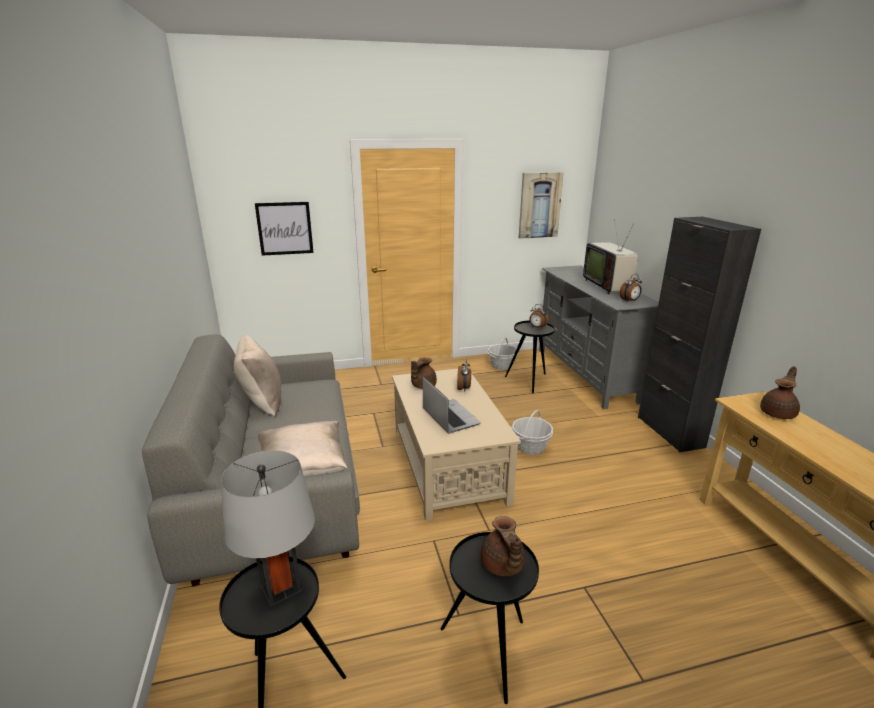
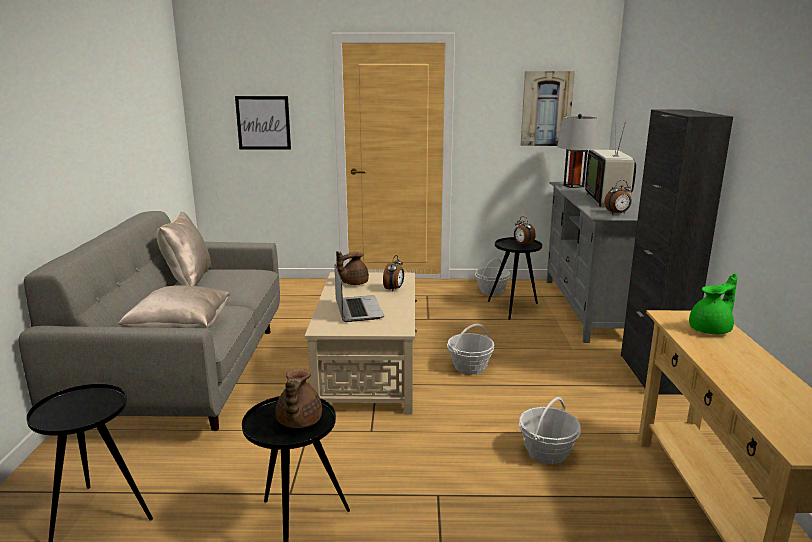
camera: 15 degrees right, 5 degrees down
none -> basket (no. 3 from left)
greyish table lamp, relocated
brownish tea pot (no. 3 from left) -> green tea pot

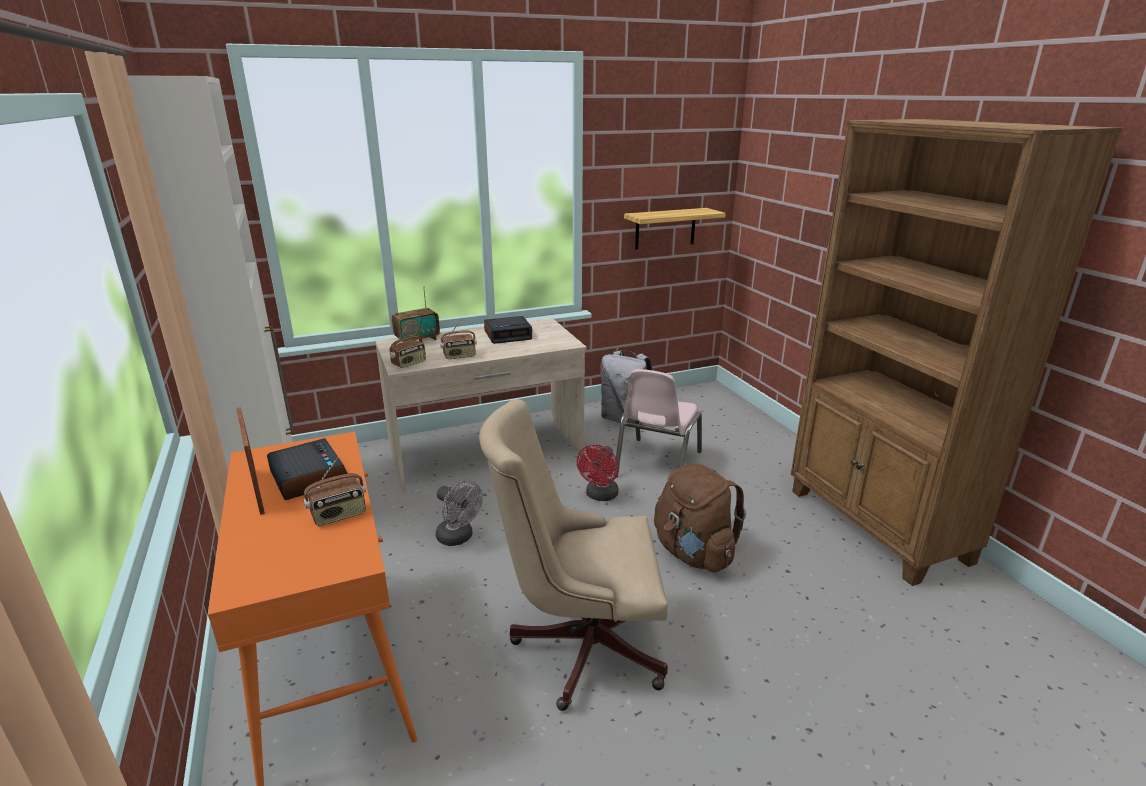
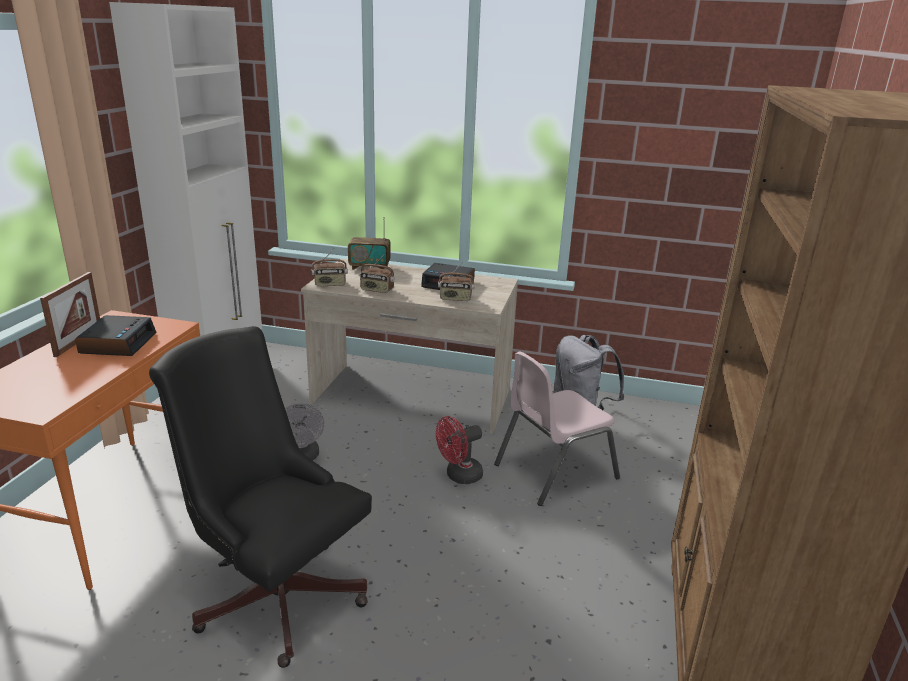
camera: 35 degrees right, 0 degrees up
wall shelf -> none
brownish rucksack -> none
radio (no. 1 from left in the first image) -> radio (no. 4 from left), relocated
sand-coloured office chair -> black office chair

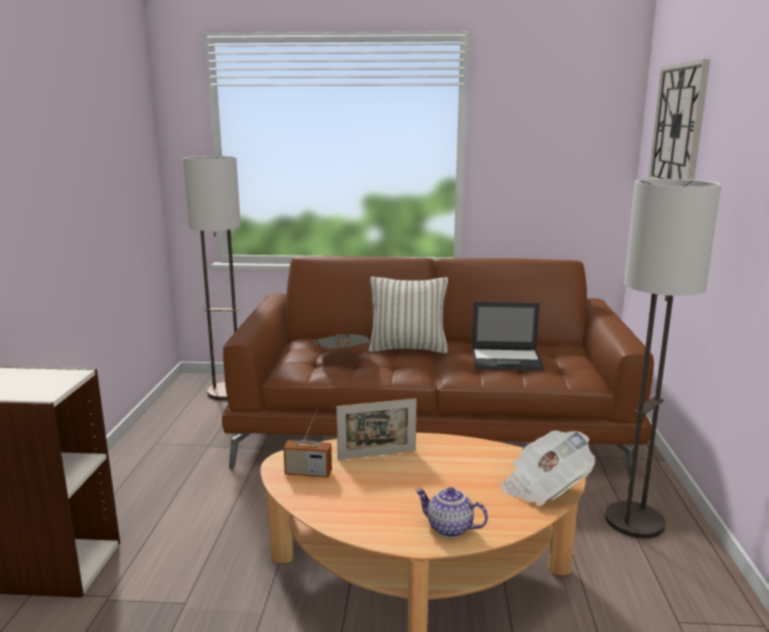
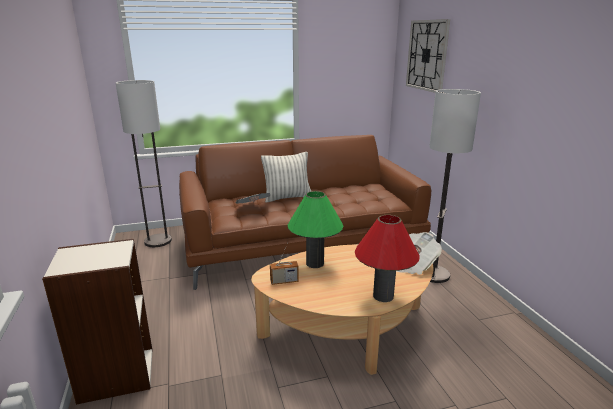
camera: 20 degrees left, 5 degrees up
portable computer -> none
standing frame -> green table lamp
tea pot -> red table lamp

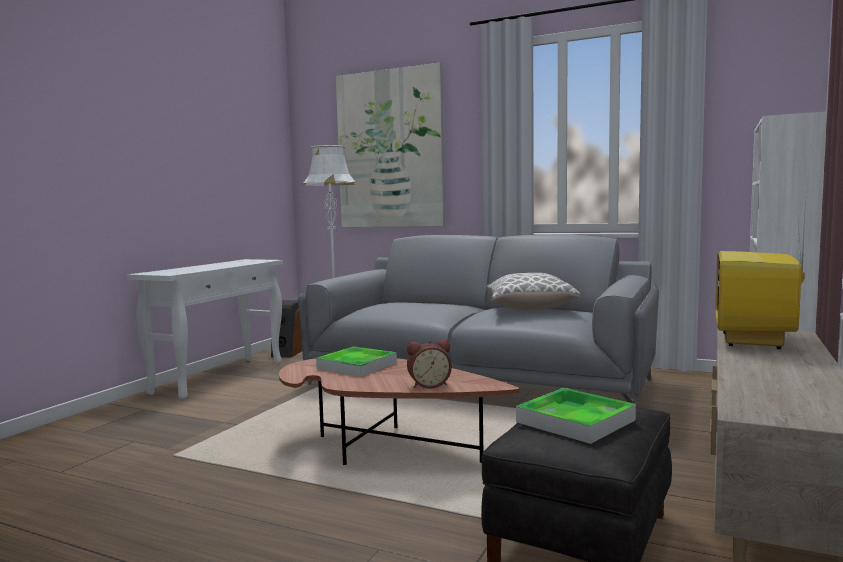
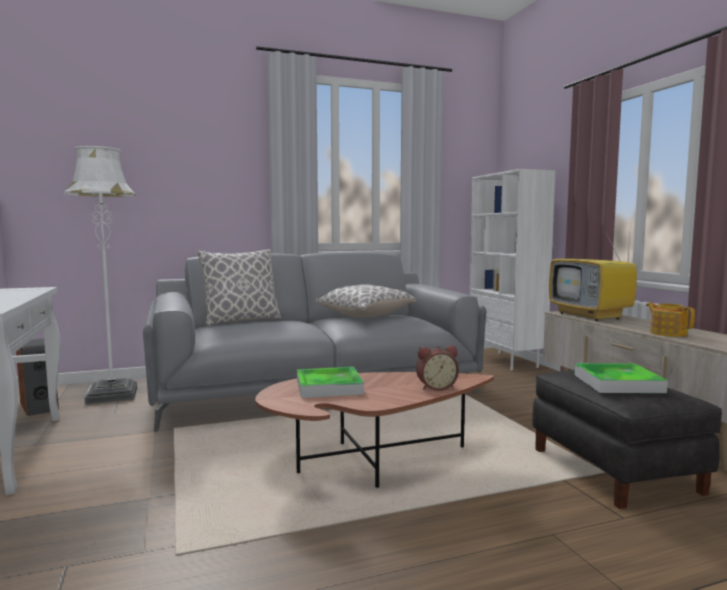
camera: 45 degrees left, 0 degrees up
picture -> none
none -> cushion (no. 1 from left)
none -> tea pot
table clock, 45 degrees clockwise

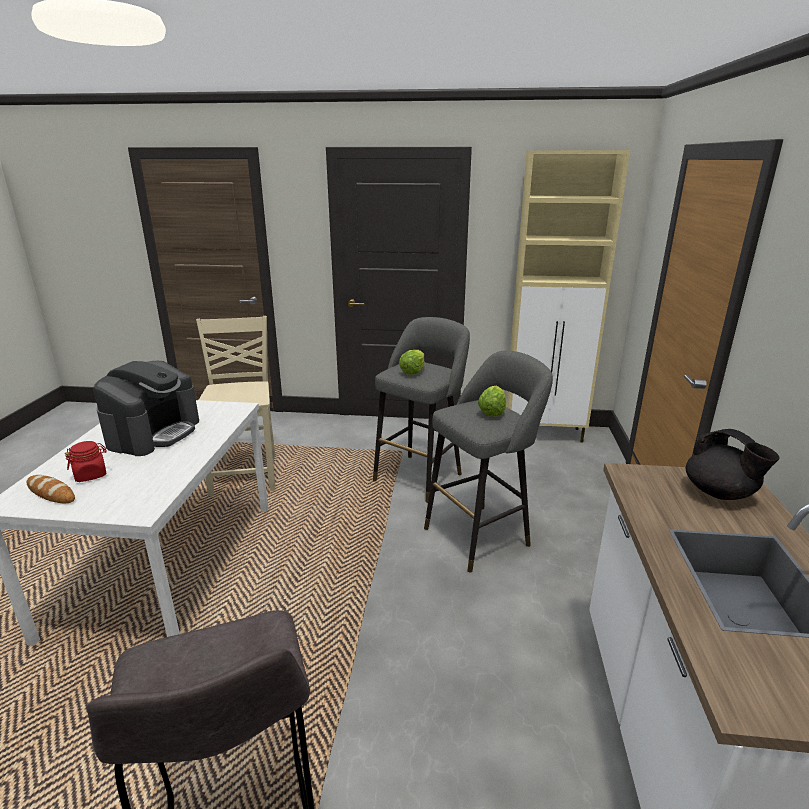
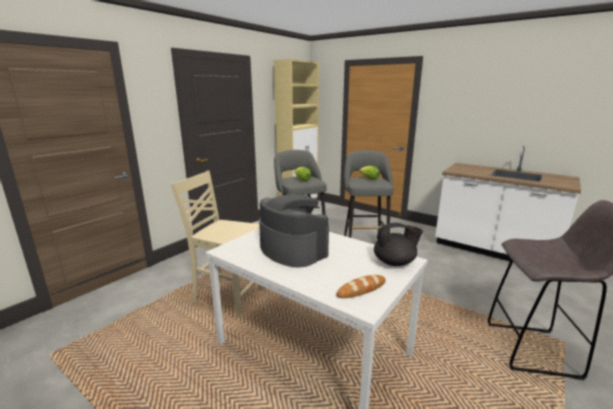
camera: 60 degrees left, 5 degrees down
red jar -> none
black tea pot, relocated

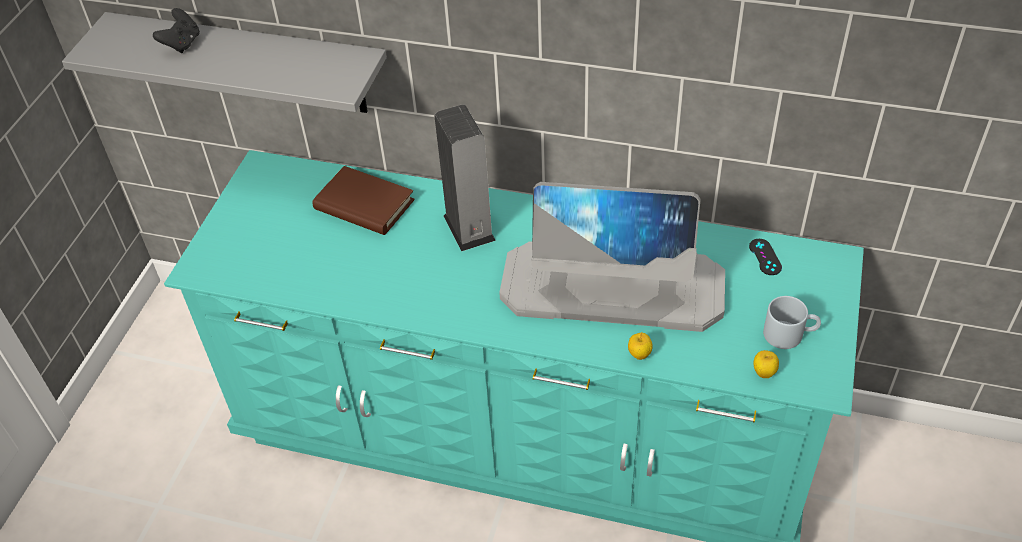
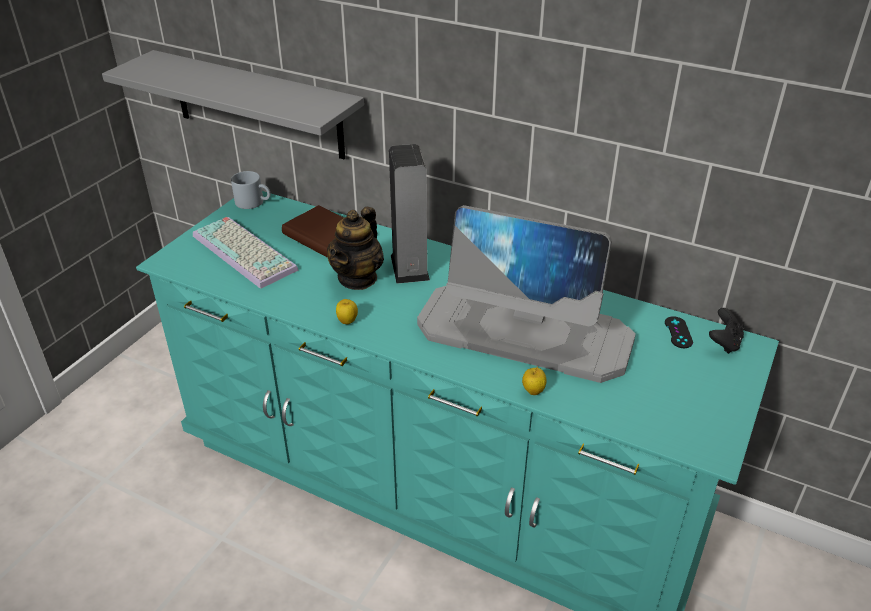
camera: 10 degrees right, 10 degrees down
none -> keyboard
none -> tea pot
black gamepad (no. 1 from left in the first image) -> black gamepad (no. 2 from left), relocated
whole apple (no. 2 from left in the first image) -> whole apple (no. 1 from left), relocated
greyish coffee mug, relocated

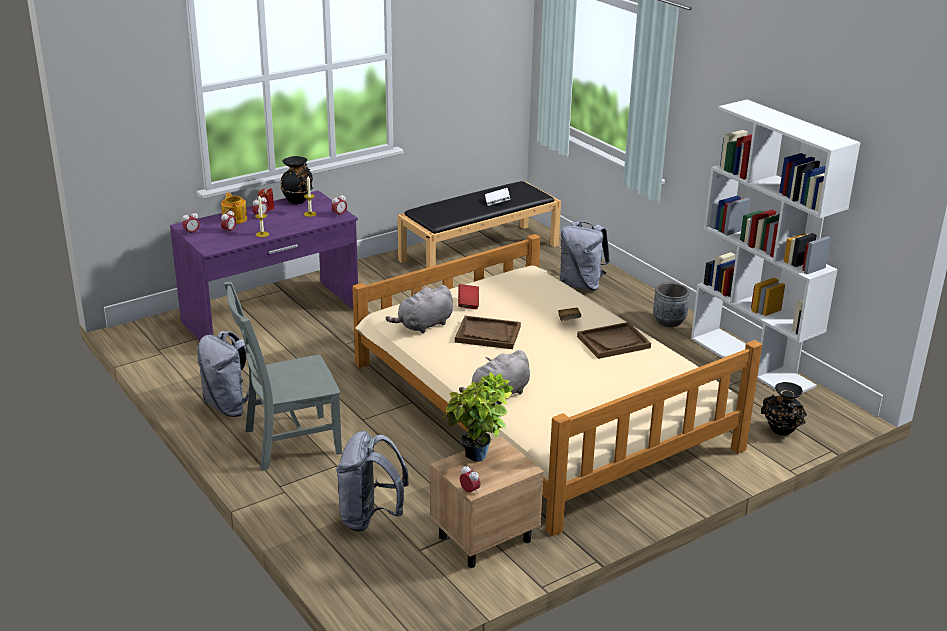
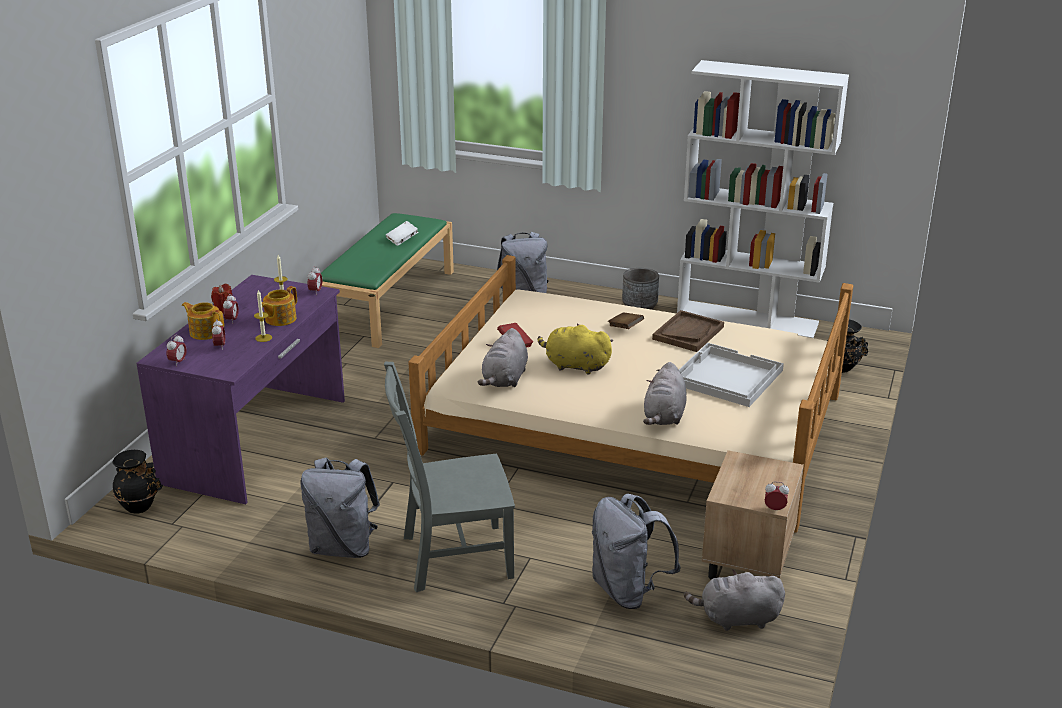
camera: 35 degrees left, 0 degrees up
houseplant -> none
none -> tea pot (no. 2 from left)
none -> whitish carrying tray
none -> greyish soft toy (no. 3 from left)
black flower vase (no. 1 from left), relocated
brownish carrying tray (no. 1 from left) -> yellow soft toy
black bench -> green bench
greyish chair, 45 degrees clockwise

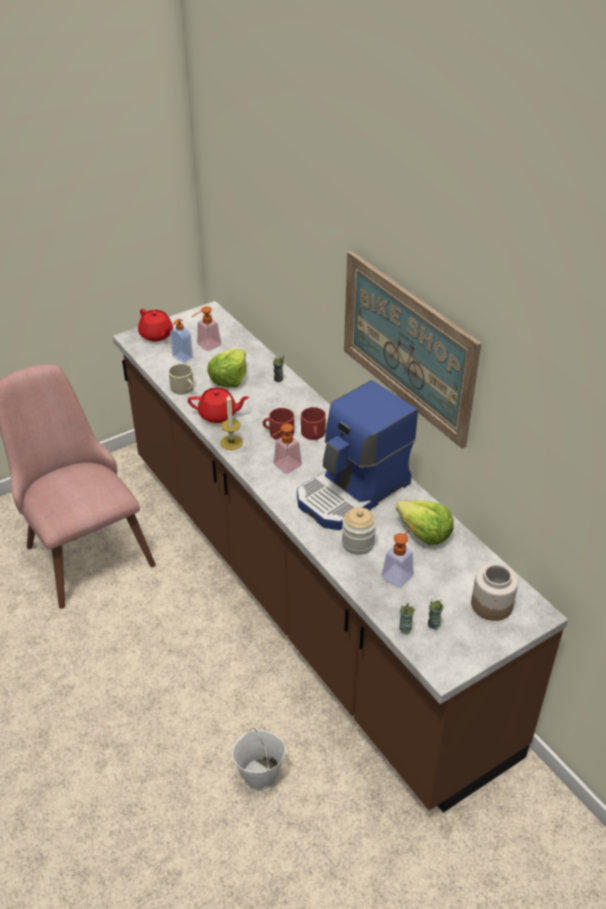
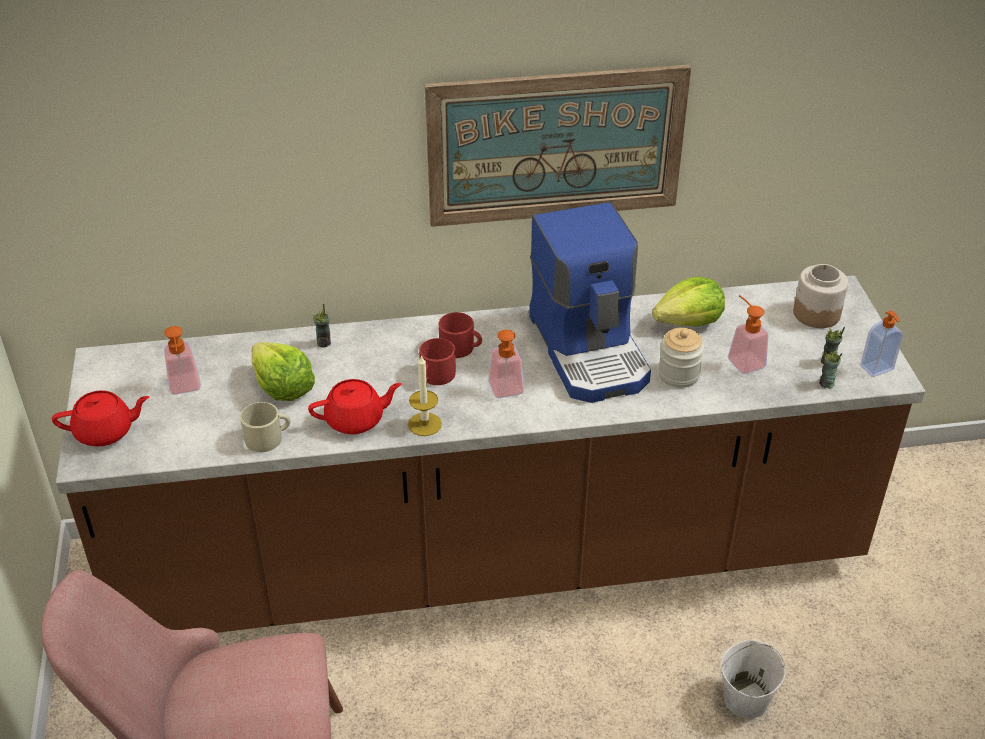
camera: 65 degrees left, 0 degrees up
soap bottle (no. 1 from left in the first image) -> soap bottle (no. 4 from left), relocated
red tea pot (no. 2 from left), 45 degrees clockwise

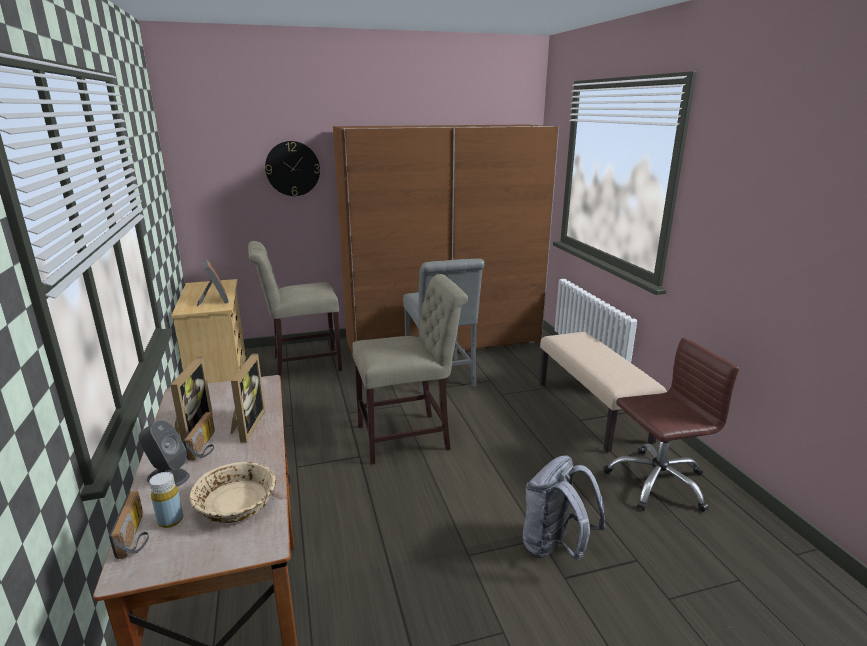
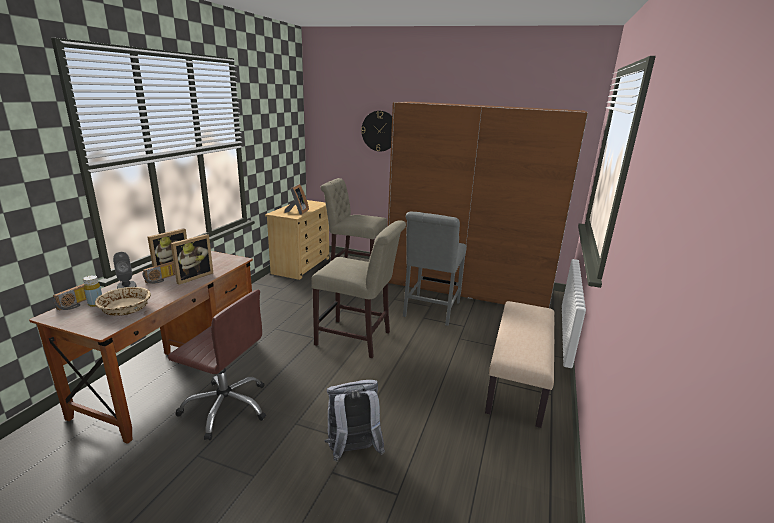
camera: 35 degrees right, 0 degrees up
brownish office chair, relocated

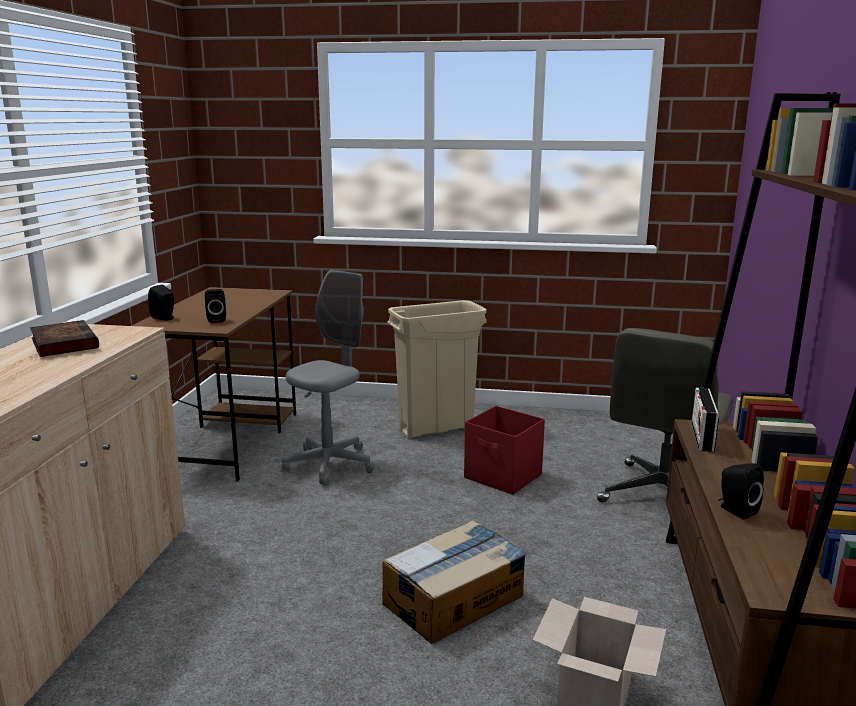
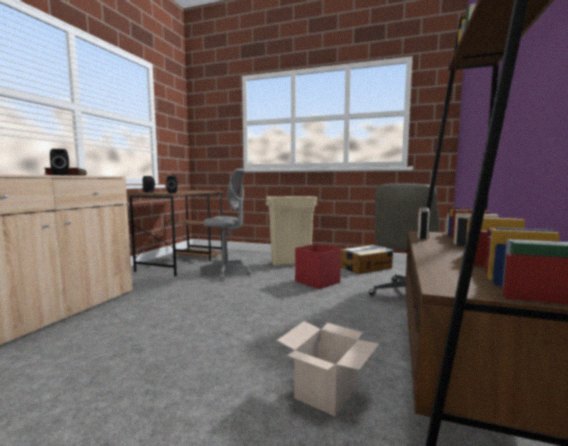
camera: 10 degrees right, 10 degrees down
cardboard box (no. 1 from left in the first image) -> cardboard box (no. 2 from left), relocated
black loudspeaker (no. 3 from left in the first image) -> black loudspeaker (no. 1 from left), relocated
greyish office chair (no. 1 from left), 60 degrees clockwise

